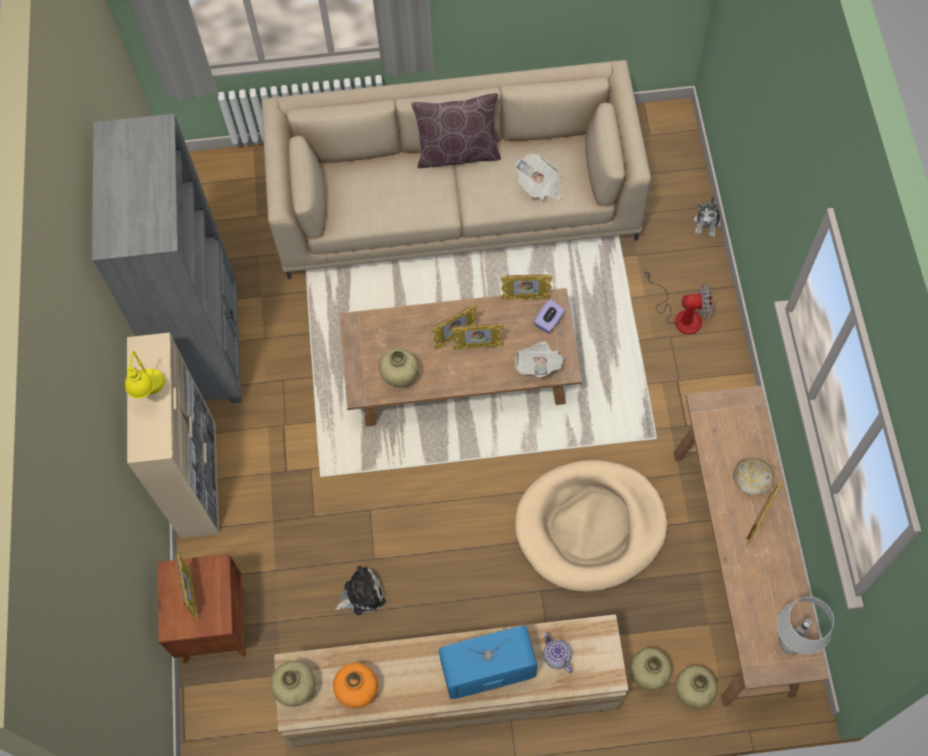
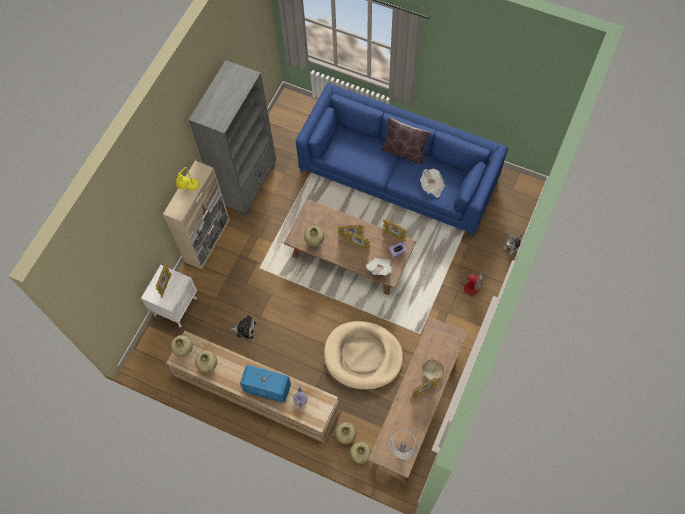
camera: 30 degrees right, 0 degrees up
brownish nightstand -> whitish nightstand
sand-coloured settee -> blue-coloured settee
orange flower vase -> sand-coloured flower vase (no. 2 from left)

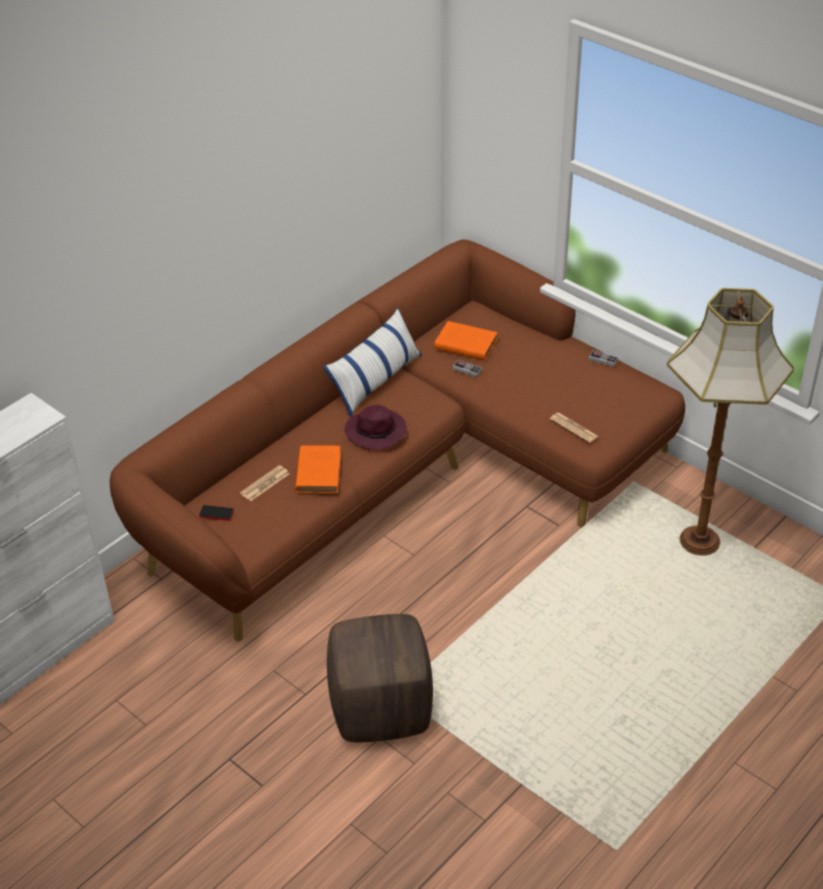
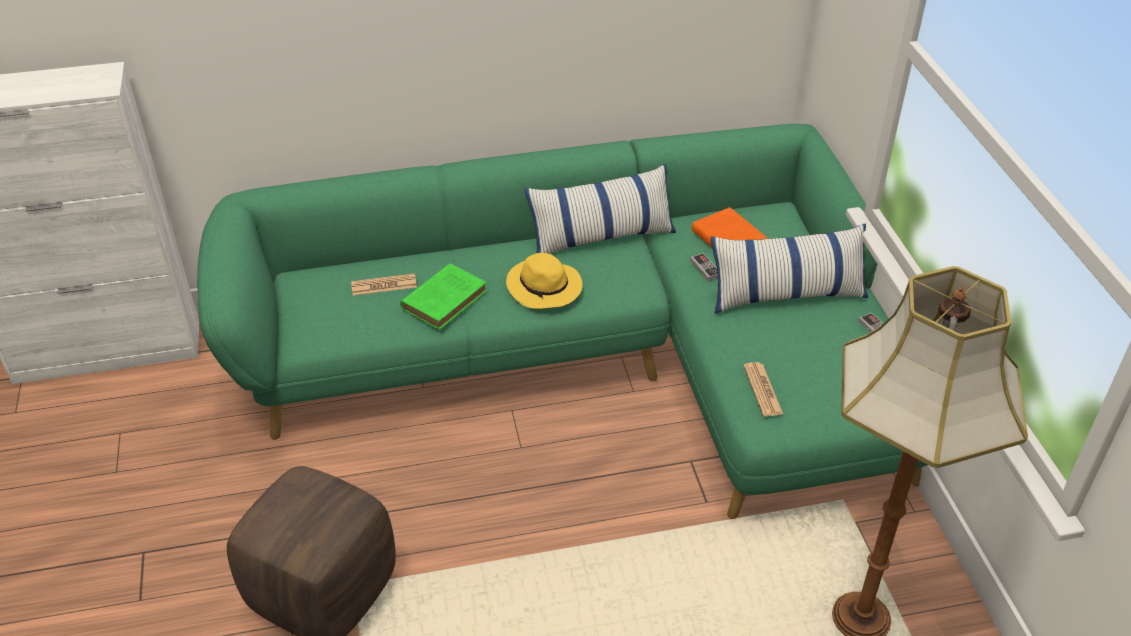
camera: 35 degrees right, 0 degrees up
phone -> none
none -> cushion (no. 2 from left)
brownish settee -> green settee
orange book (no. 1 from left) -> green book
purple clothing hat -> yellow clothing hat

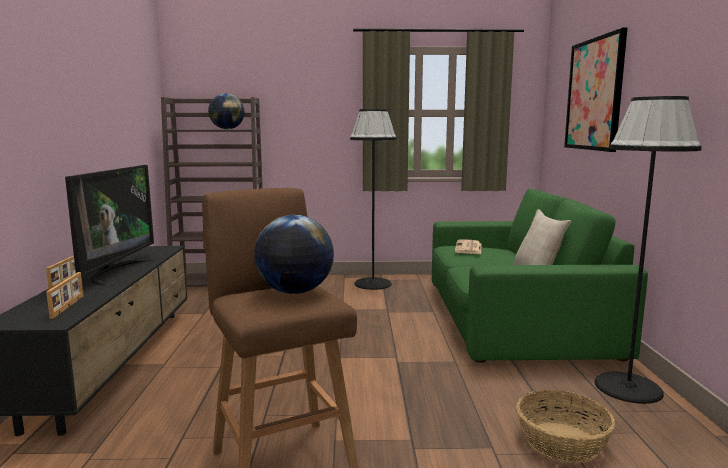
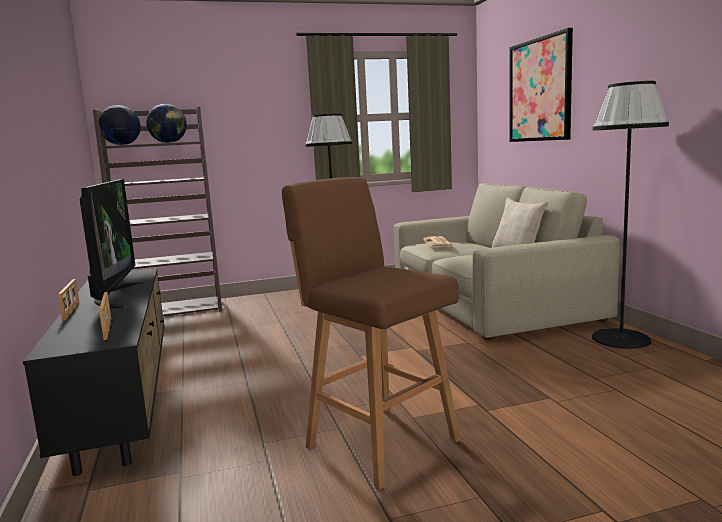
camera: 15 degrees left, 0 degrees up
basket -> none
globe (no. 2 from left in the first image) -> globe (no. 1 from left), relocated
green settee -> sand-coloured settee

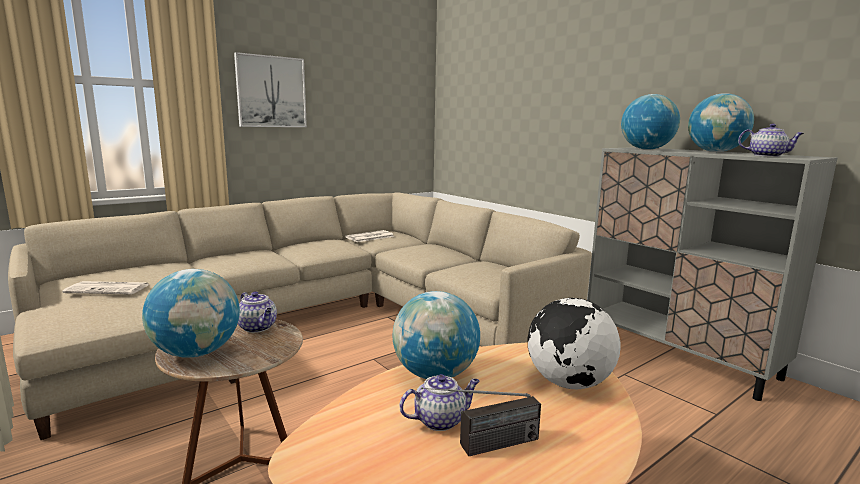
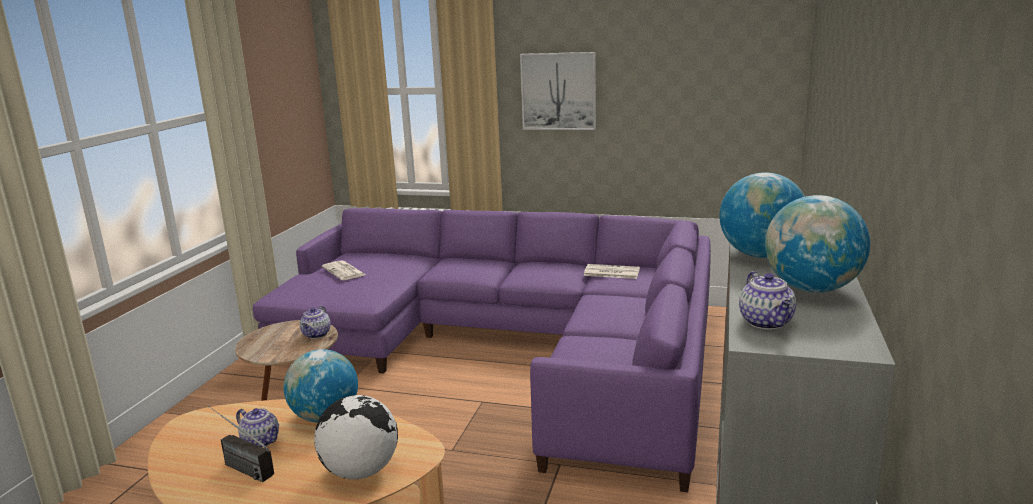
camera: 55 degrees right, 5 degrees up
globe (no. 1 from left) -> none
sand-coloured settee -> purple settee

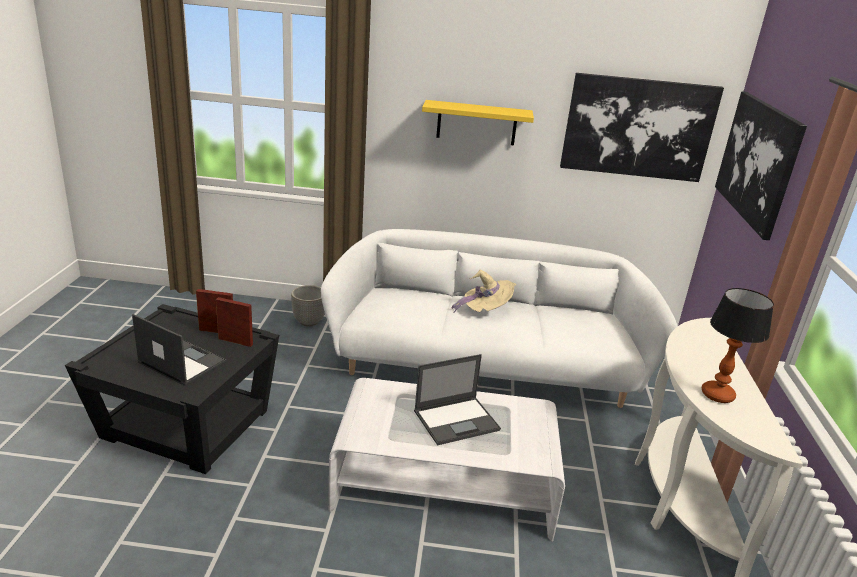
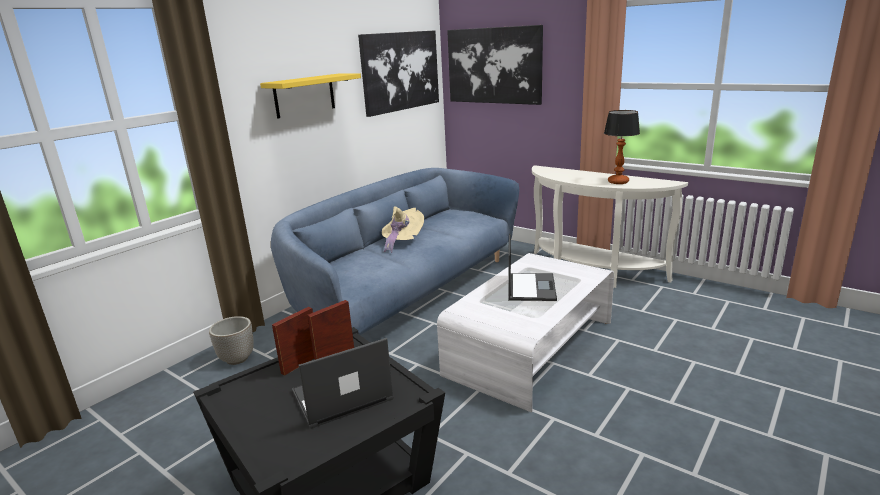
camera: 55 degrees left, 5 degrees down
whitish settee -> blue-coloured settee

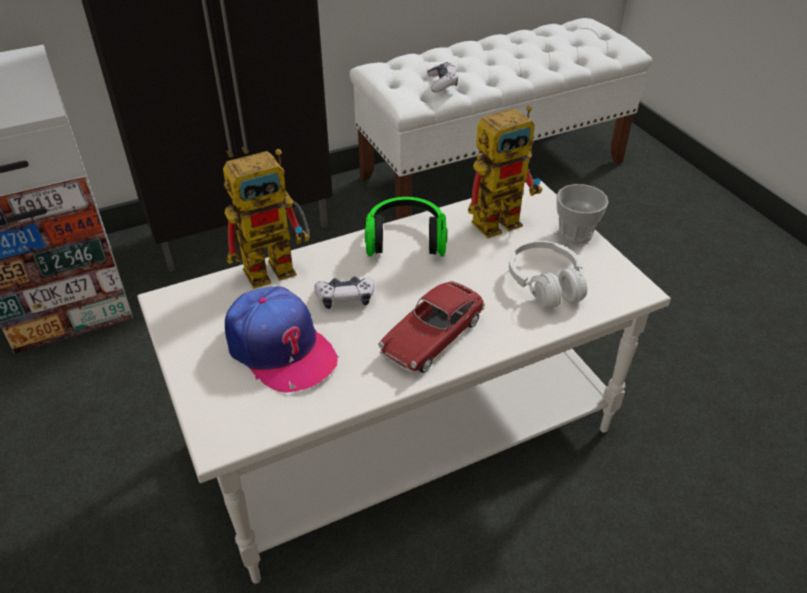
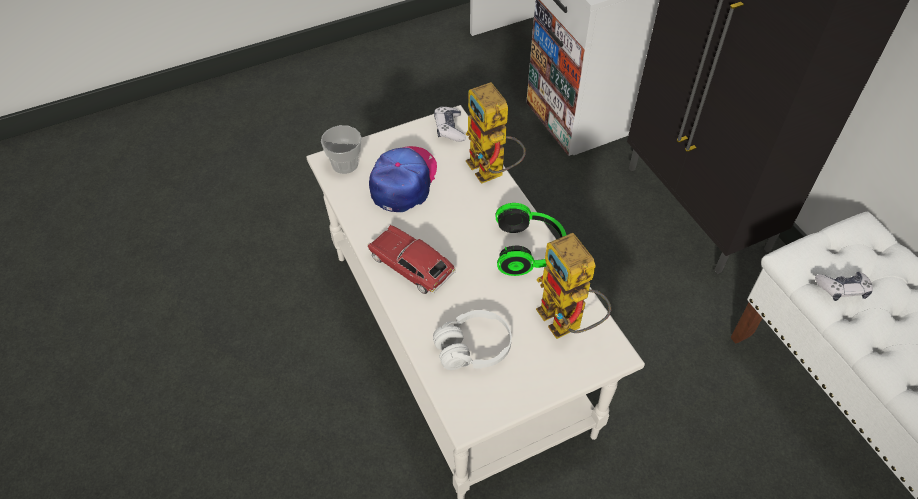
camera: 90 degrees right, 10 degrees up
gamepad (no. 1 from left), relocated
drinking cup, relocated
baseball cap, 150 degrees clockwise

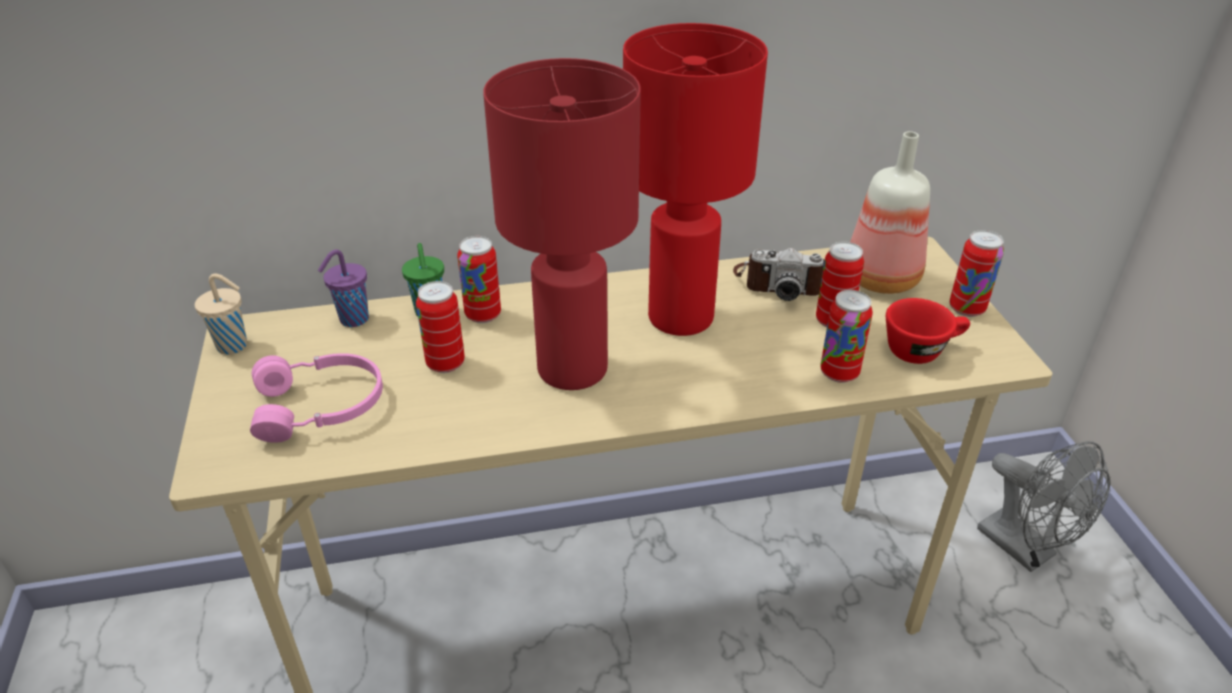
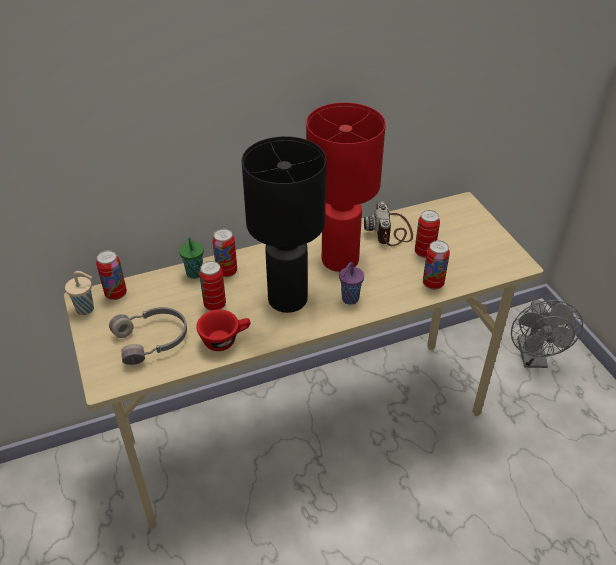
camera: 10 degrees left, 5 degrees up
drink bottle -> none
purple drinking cup, relocated
red drinking cup, relocated
metal can (no. 5 from left in the first image) -> metal can (no. 1 from left), relocated
pink-coloured pair of headphones -> greyish pair of headphones
red table lamp (no. 1 from left) -> black table lamp
photo camera, 90 degrees clockwise
greyish electric fan, 45 degrees clockwise

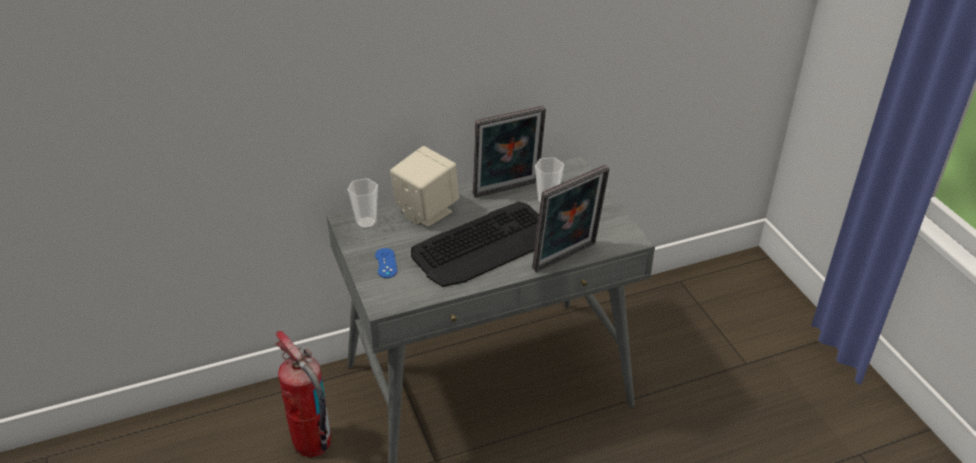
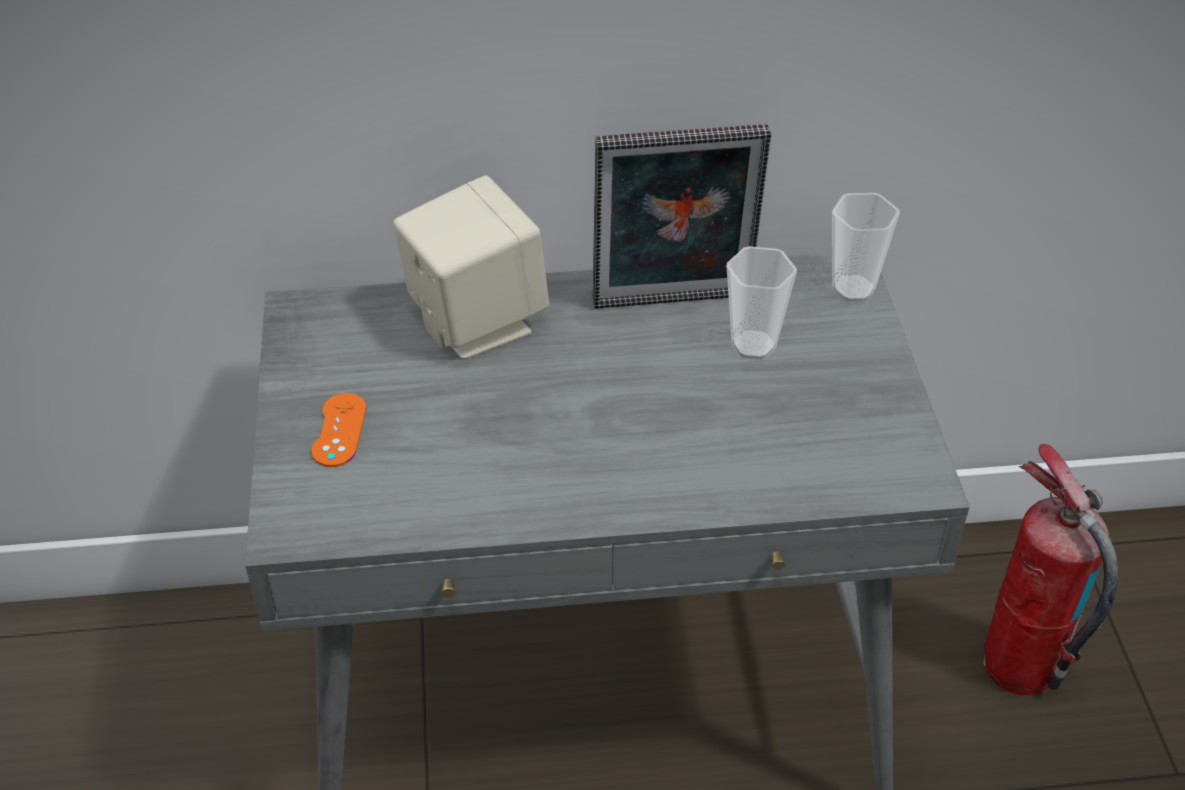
camera: 15 degrees right, 5 degrees up
keyboard -> none
standing frame (no. 2 from left) -> none
fire-fighting cylinder, relocated
drinking cup (no. 1 from left in the first image) -> drinking cup (no. 2 from left), relocated
blue-coloured gamepad -> orange gamepad

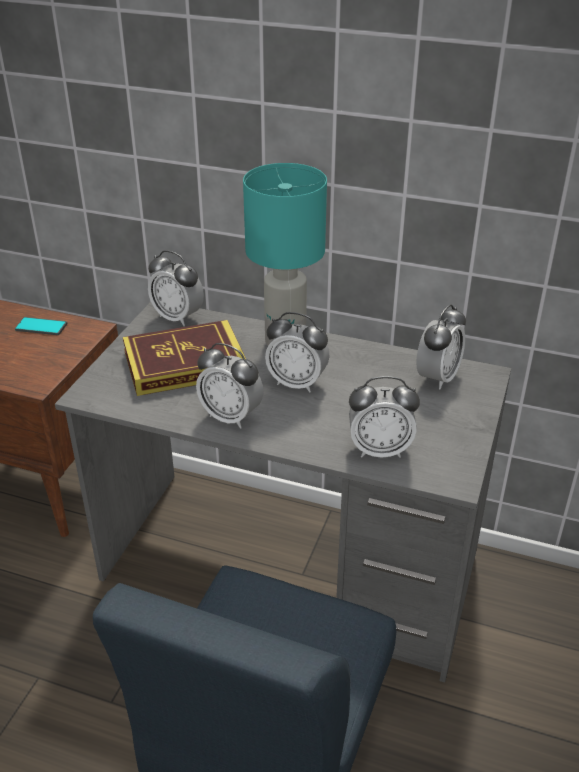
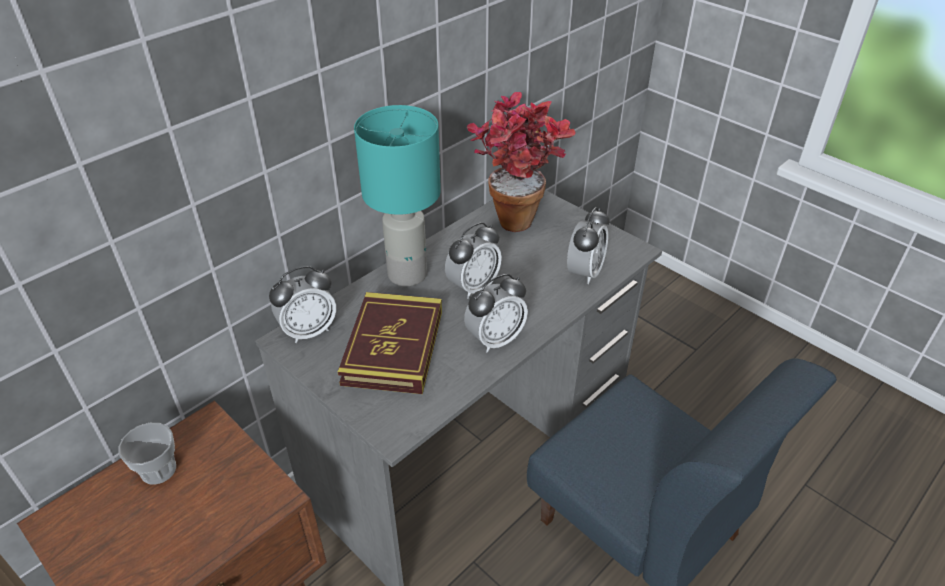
camera: 65 degrees left, 5 degrees up
phone -> drinking cup
table clock (no. 5 from left) -> houseplant

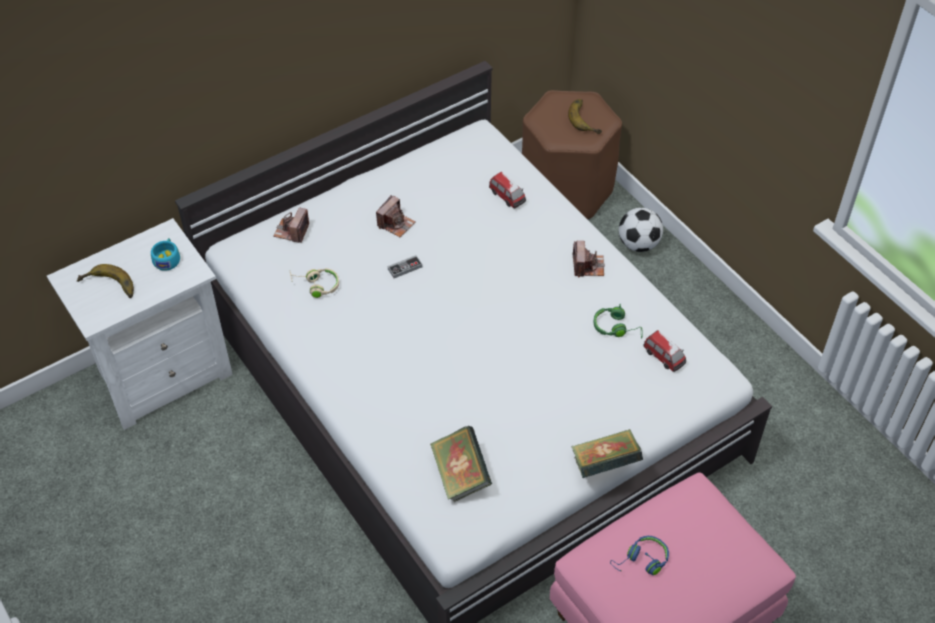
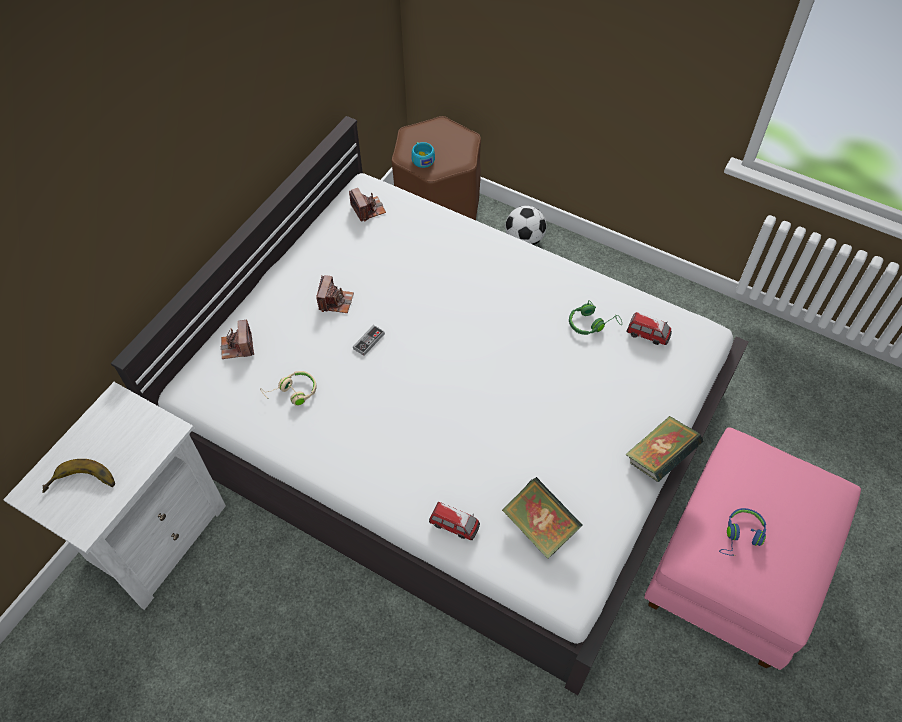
camera: 25 degrees left, 5 degrees up
banana (no. 2 from left) -> none
blue-green drinking cup, relocated
toy car (no. 1 from left), relocated
photo camera (no. 3 from left), relocated

